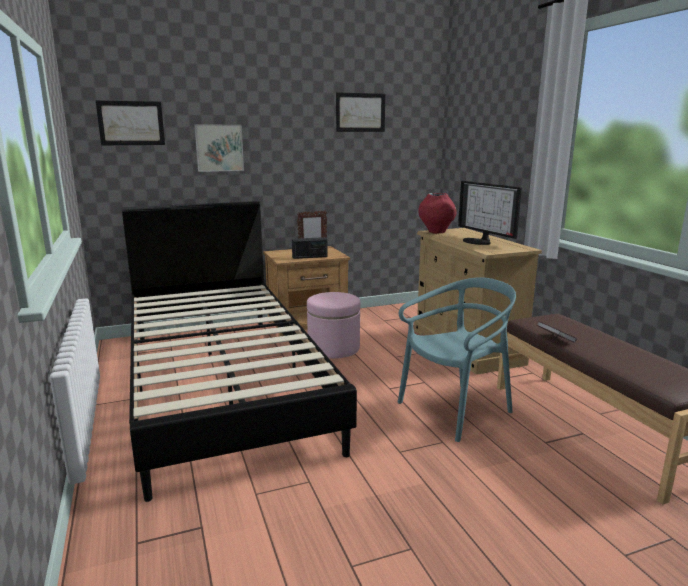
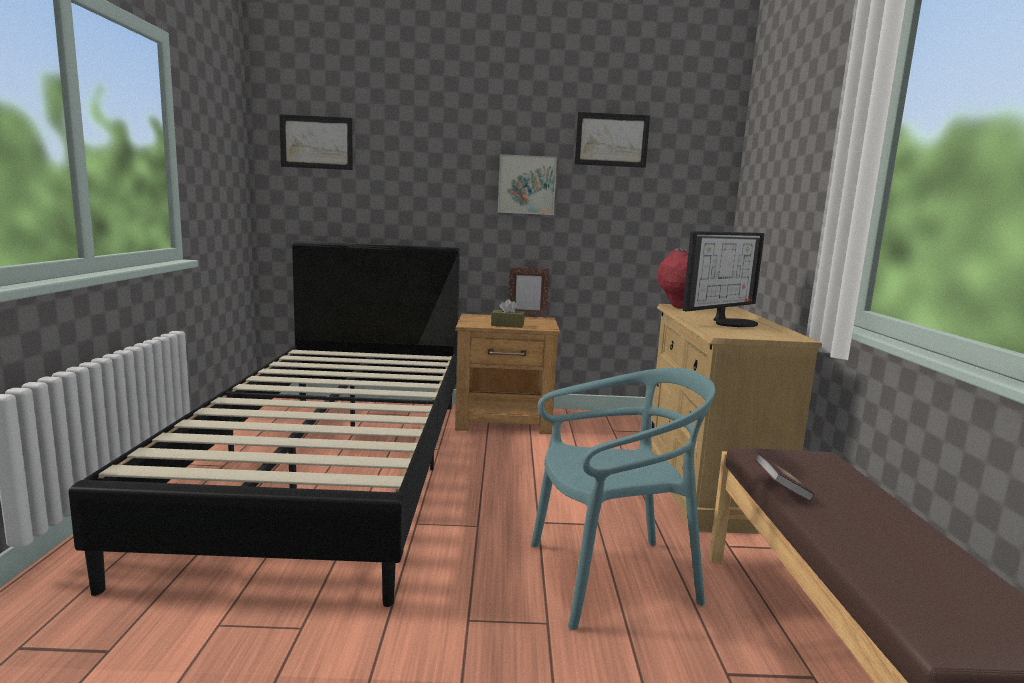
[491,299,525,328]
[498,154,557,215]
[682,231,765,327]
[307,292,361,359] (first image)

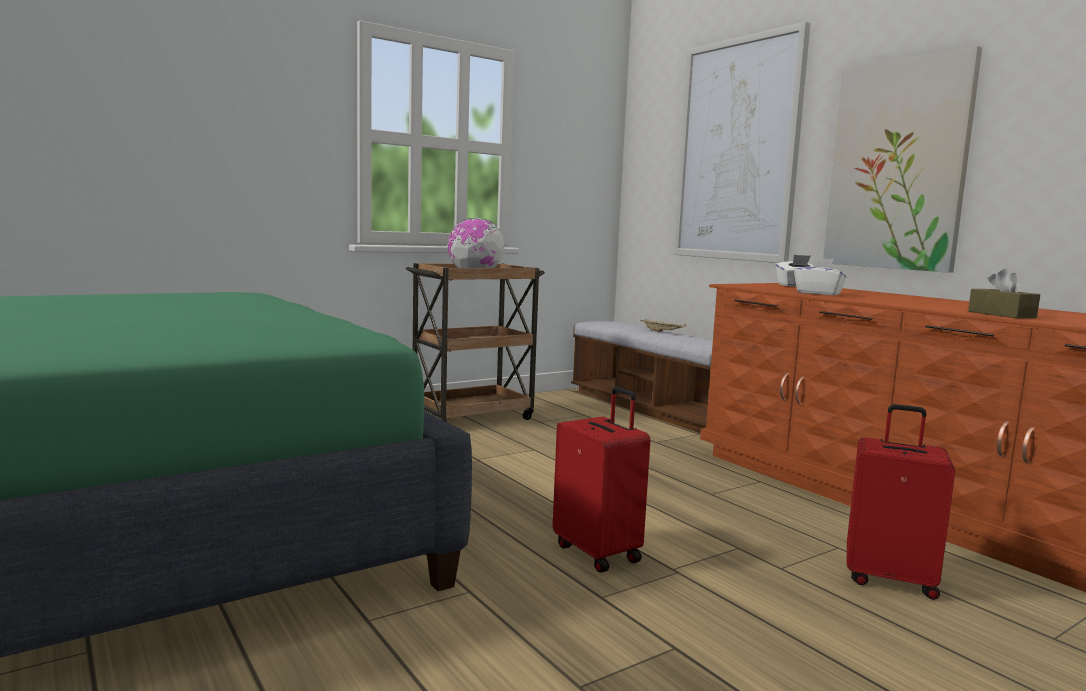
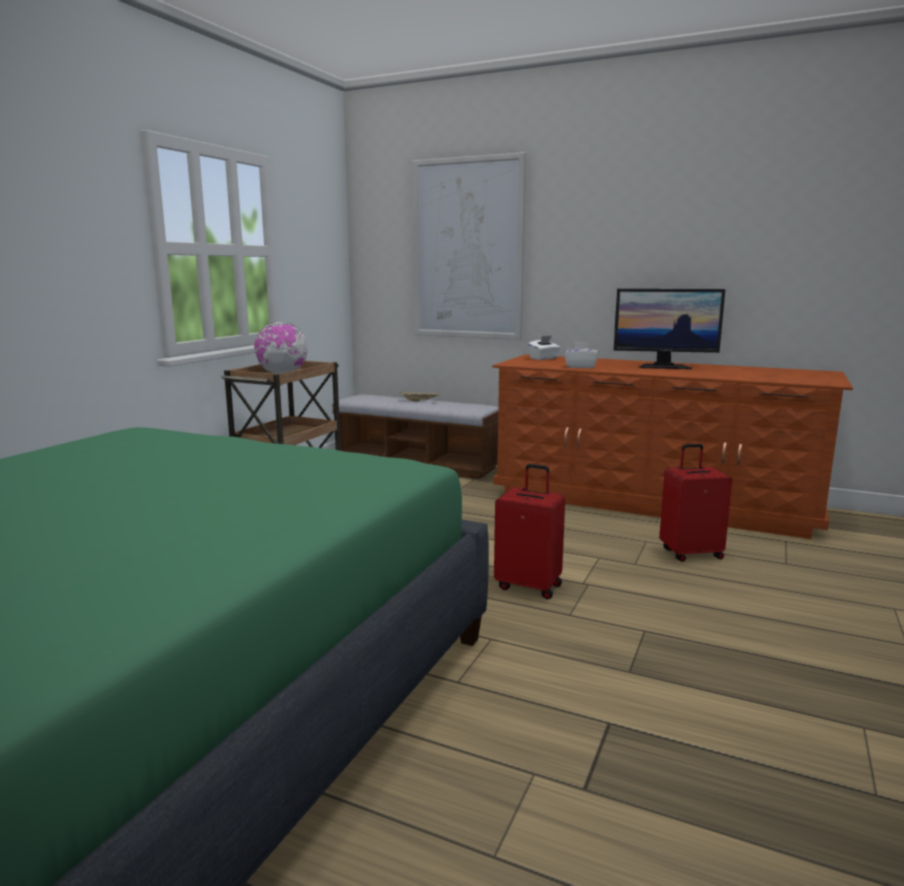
[614,289,725,369]
[823,46,982,273] (first image)
[968,268,1040,318] (first image)

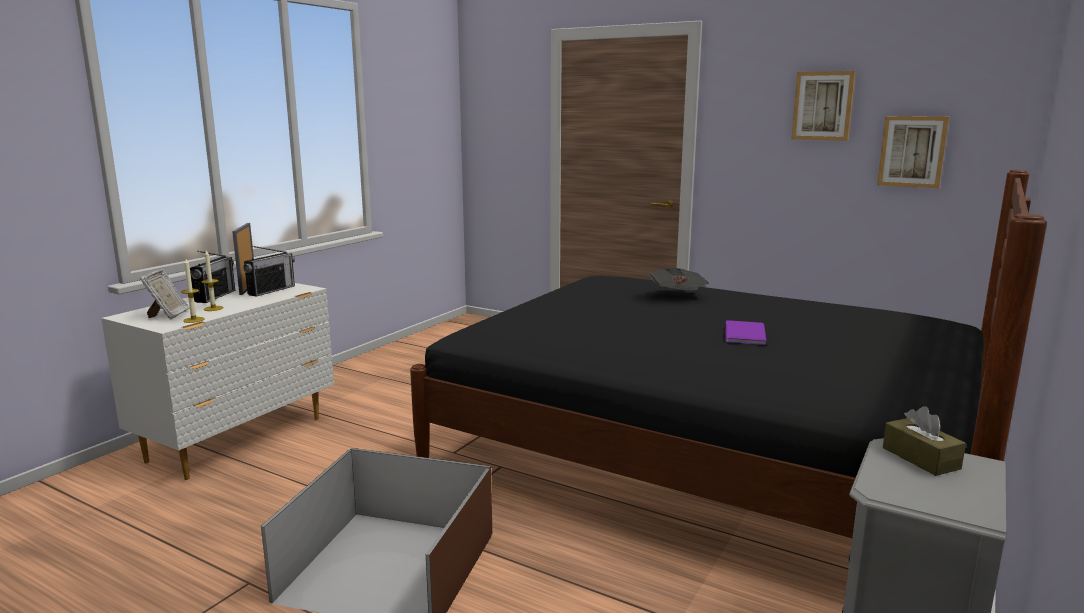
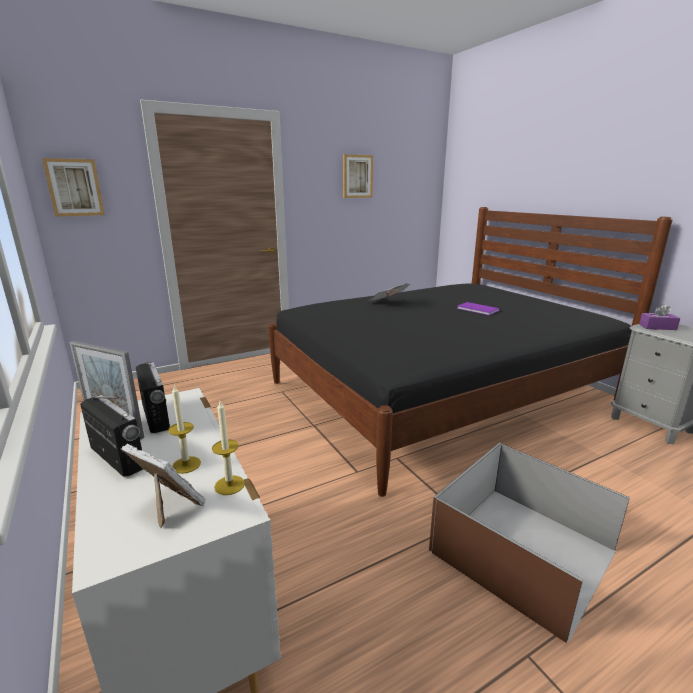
[42,158,105,217]
[639,304,680,330]

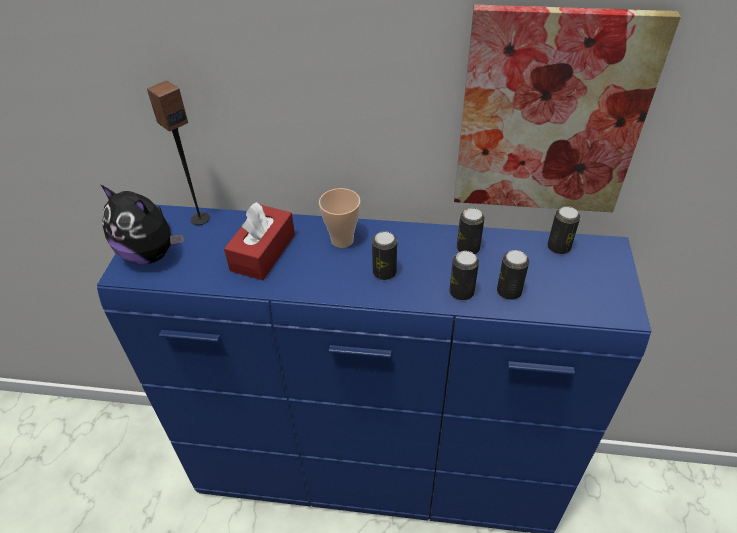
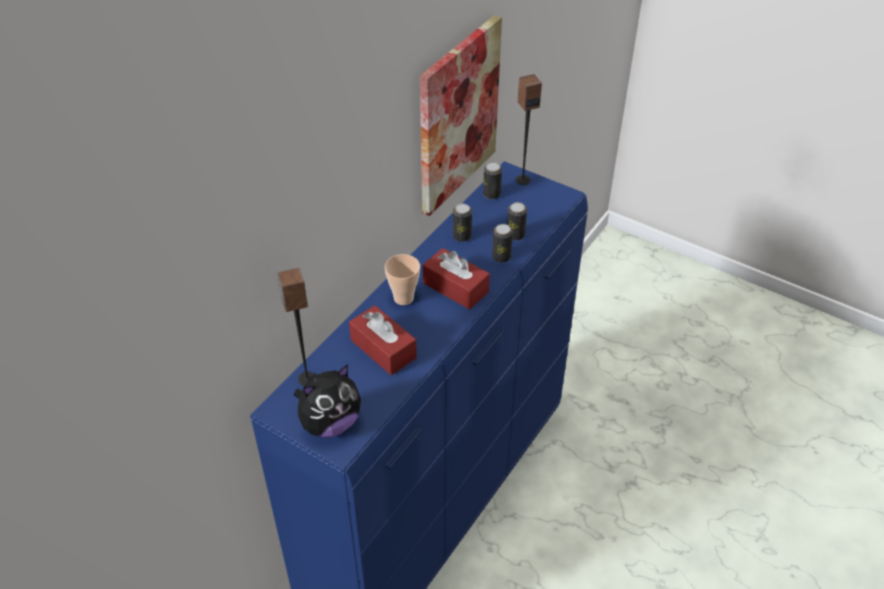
[423,248,490,310]
[515,74,542,185]

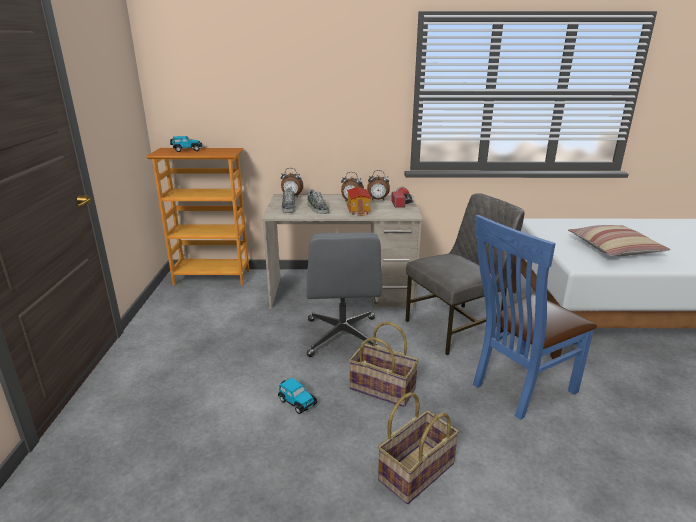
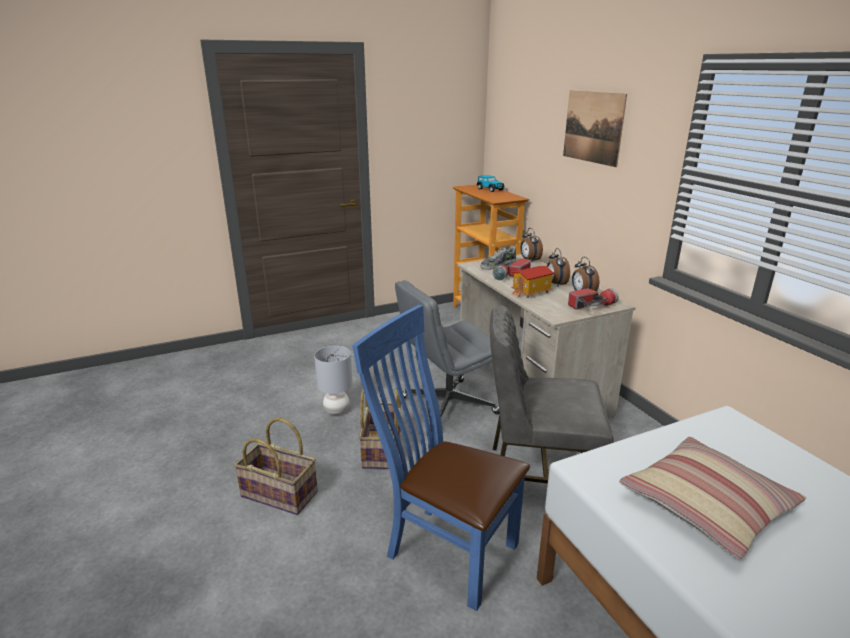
[314,346,353,415]
[490,305,614,483]
[492,258,531,281]
[563,90,627,167]

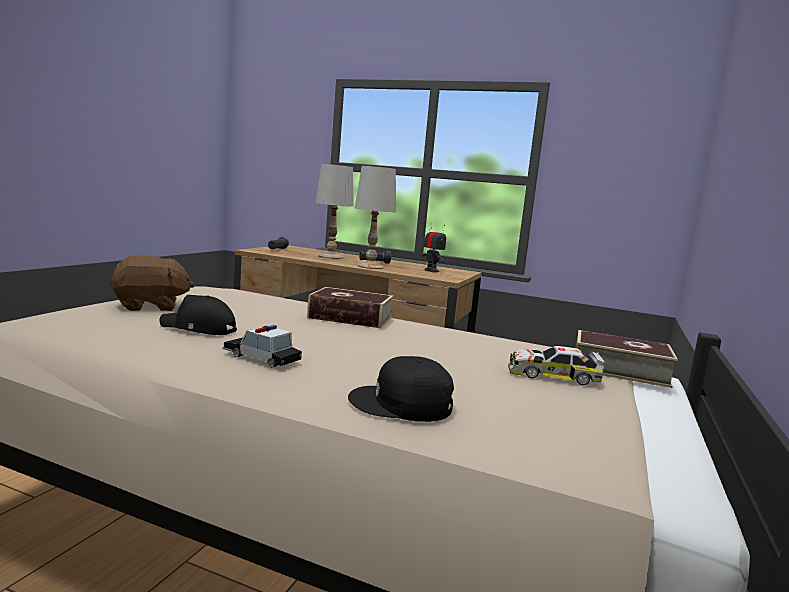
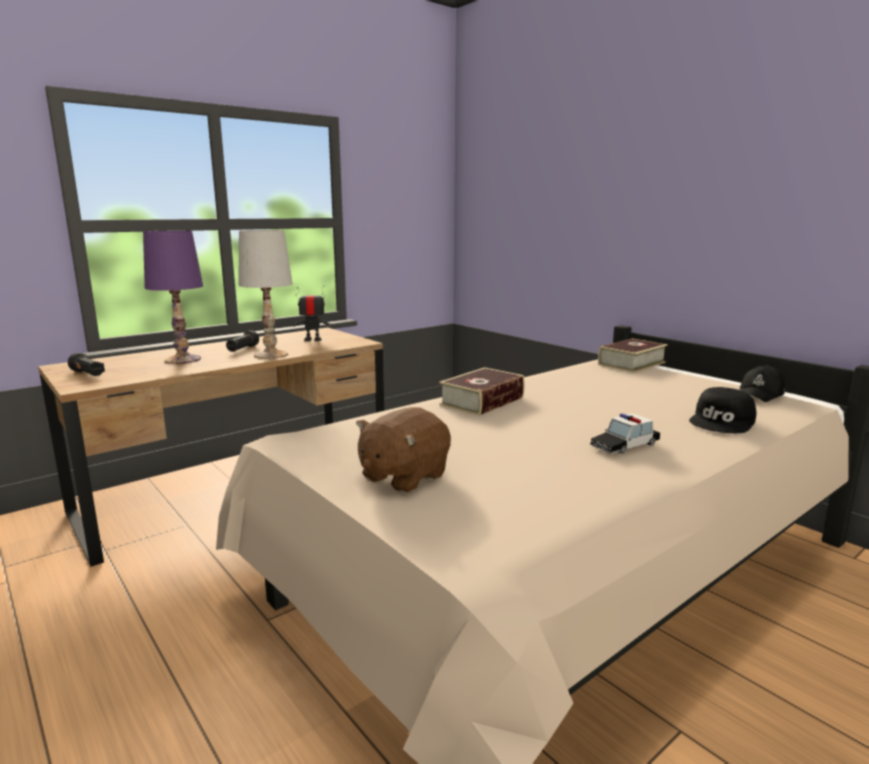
[143,231,203,364]
[356,407,451,493]
[740,365,785,402]
[508,346,606,385] (first image)

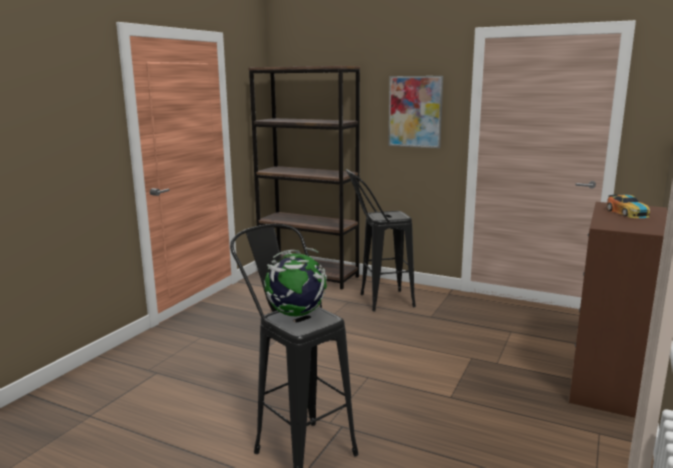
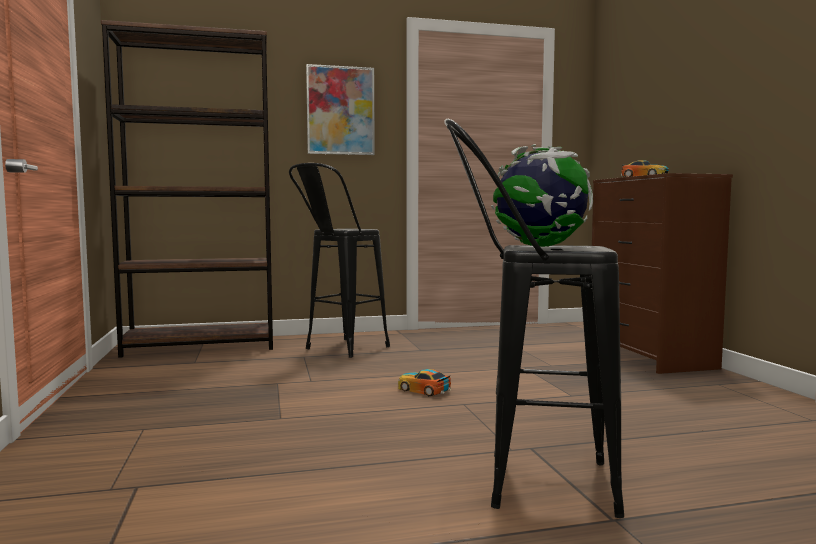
[398,369,451,396]

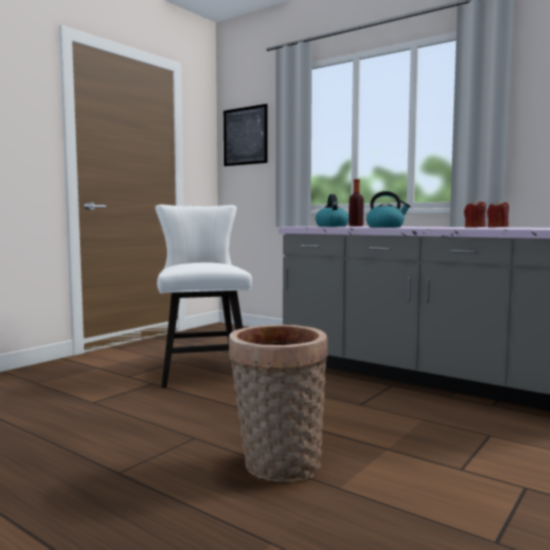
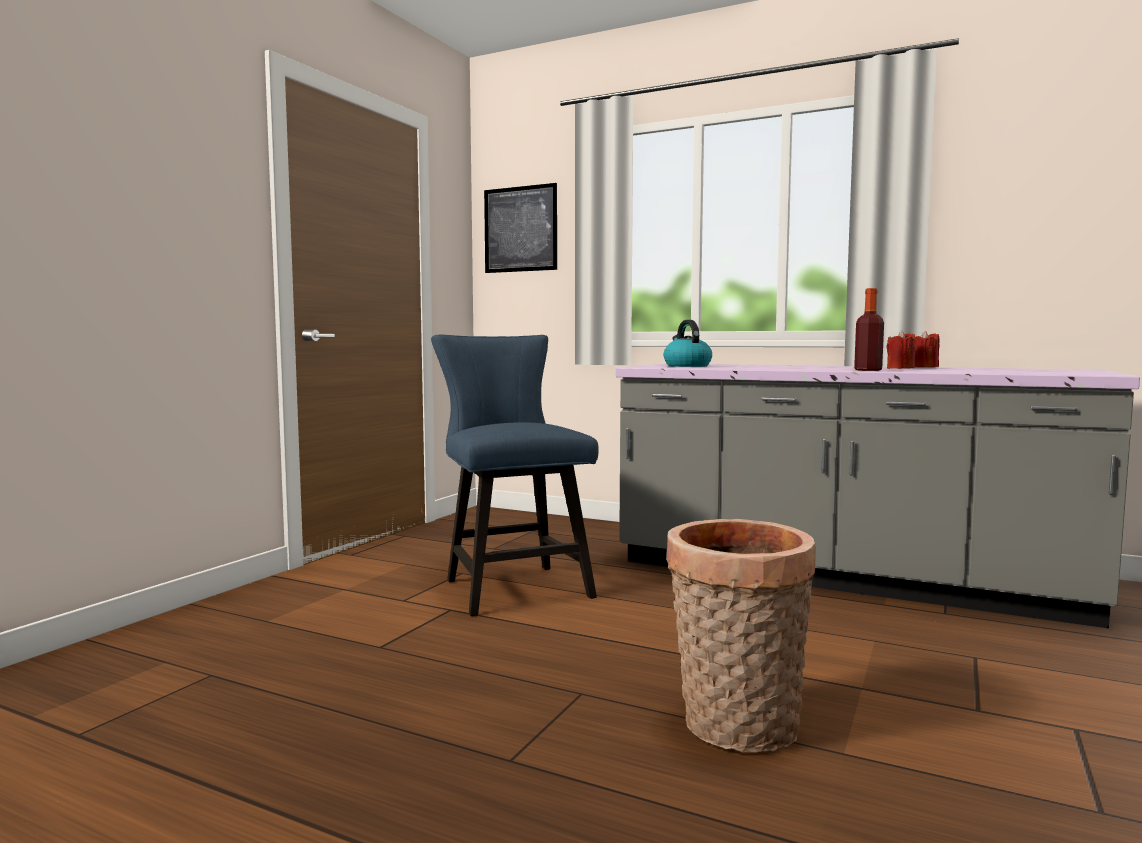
[431,334,598,616]
[854,288,884,371]
[366,191,410,227] (first image)

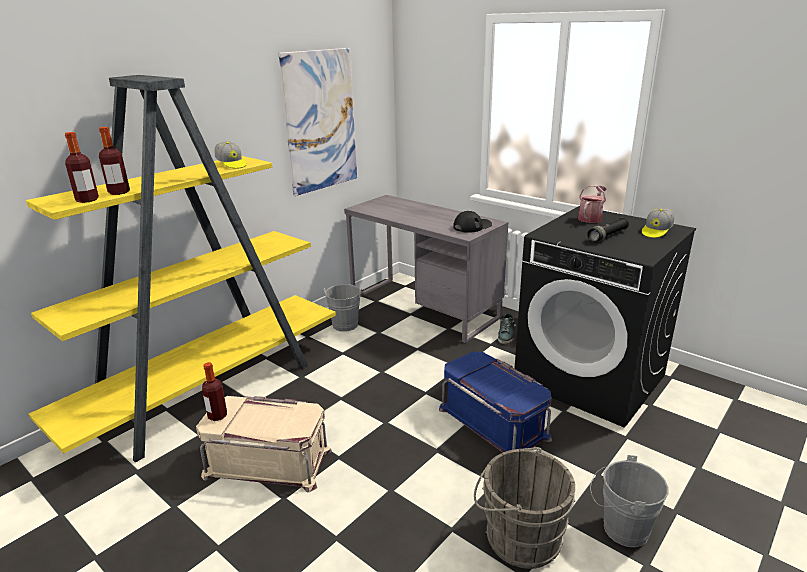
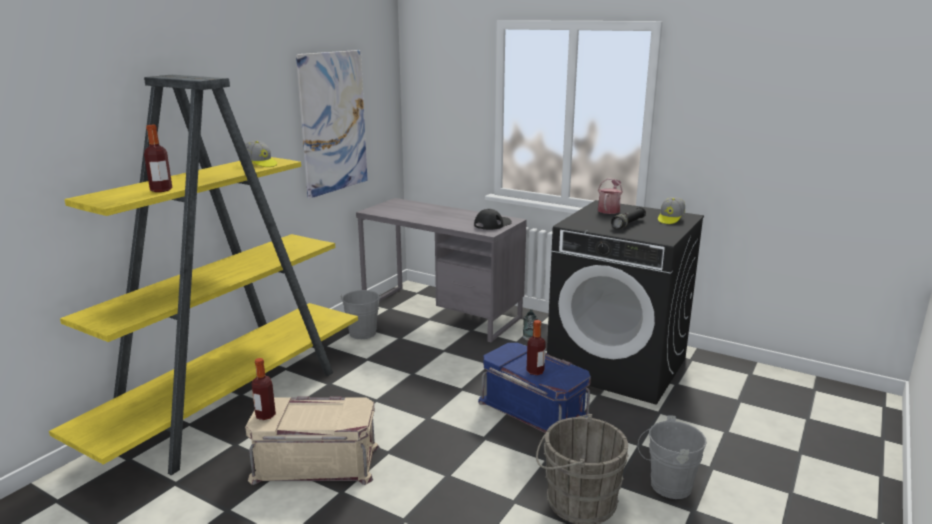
[526,320,546,375]

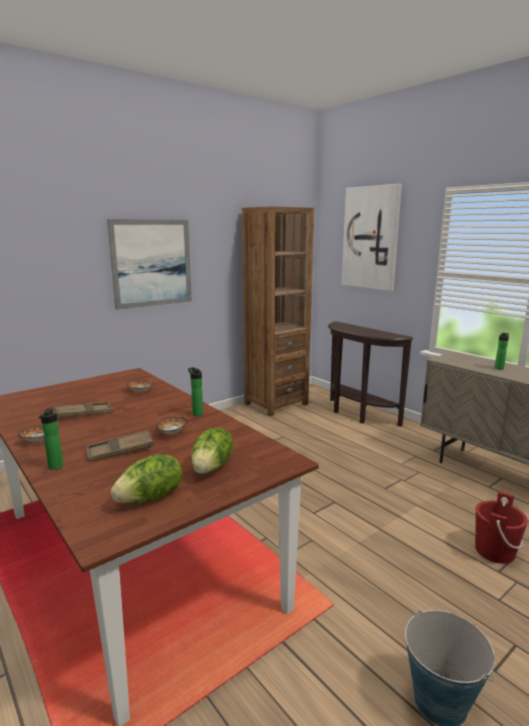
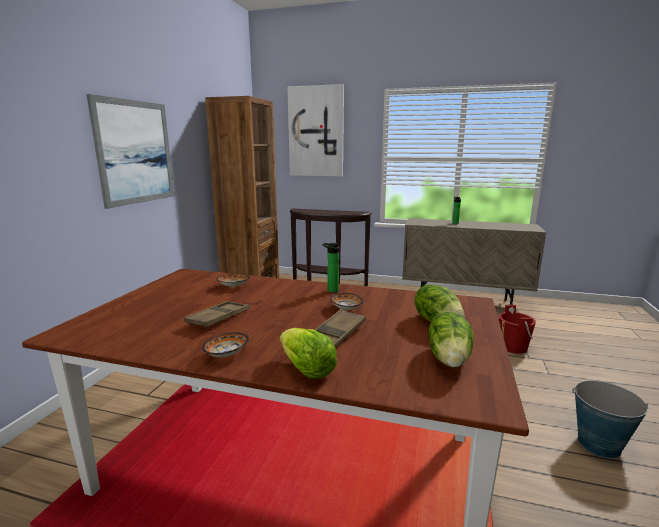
[280,328,337,379]

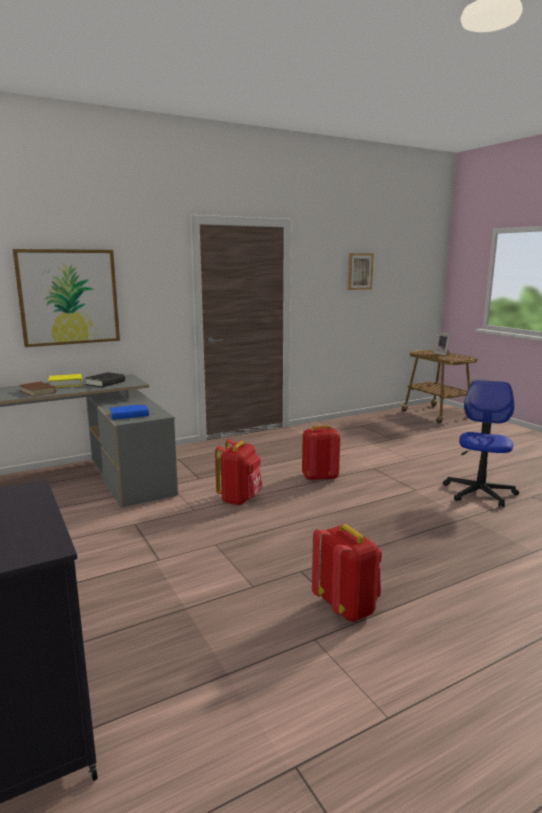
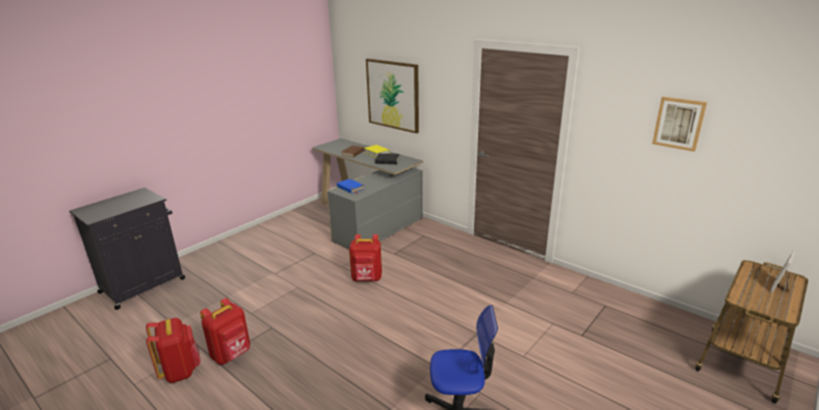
[146,318,201,383]

